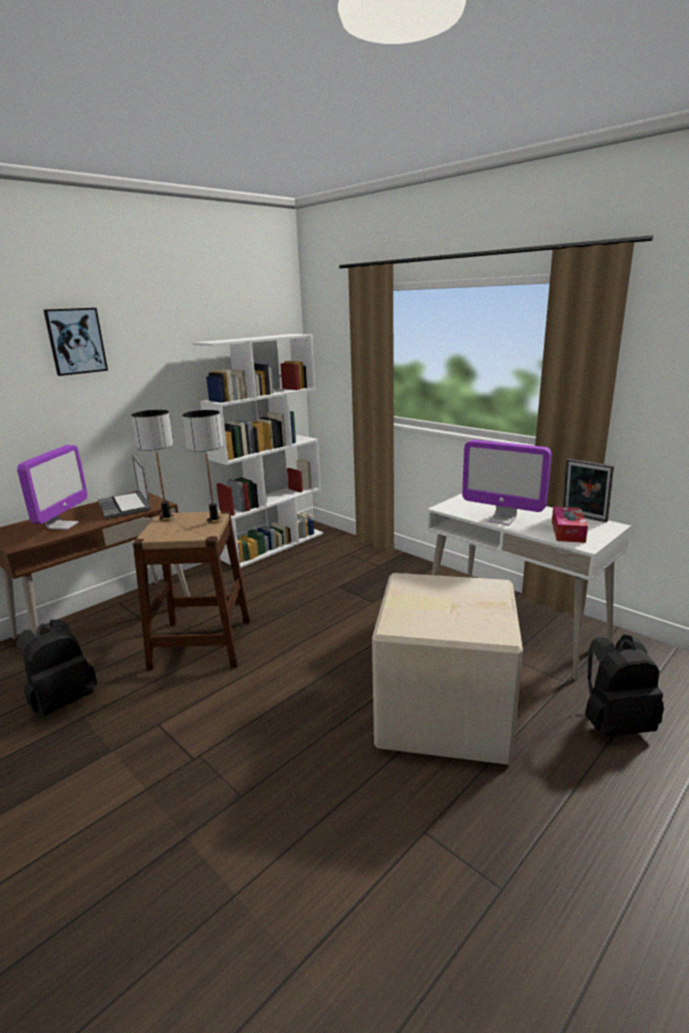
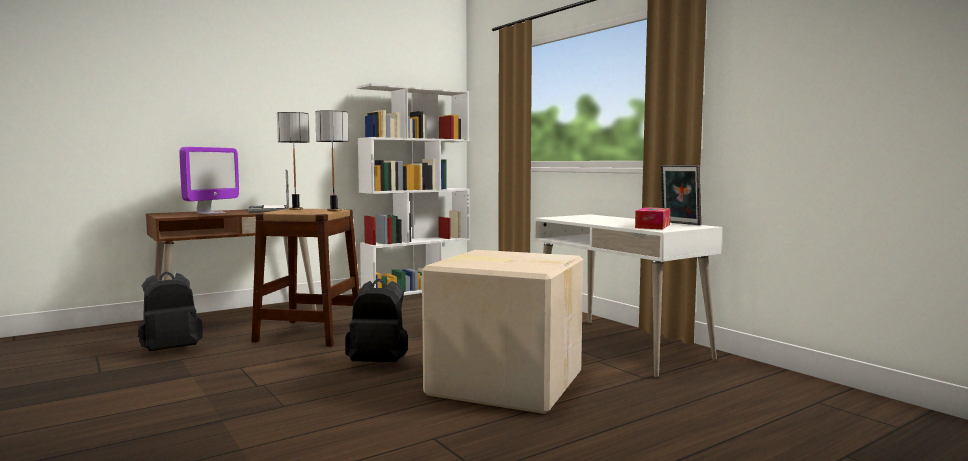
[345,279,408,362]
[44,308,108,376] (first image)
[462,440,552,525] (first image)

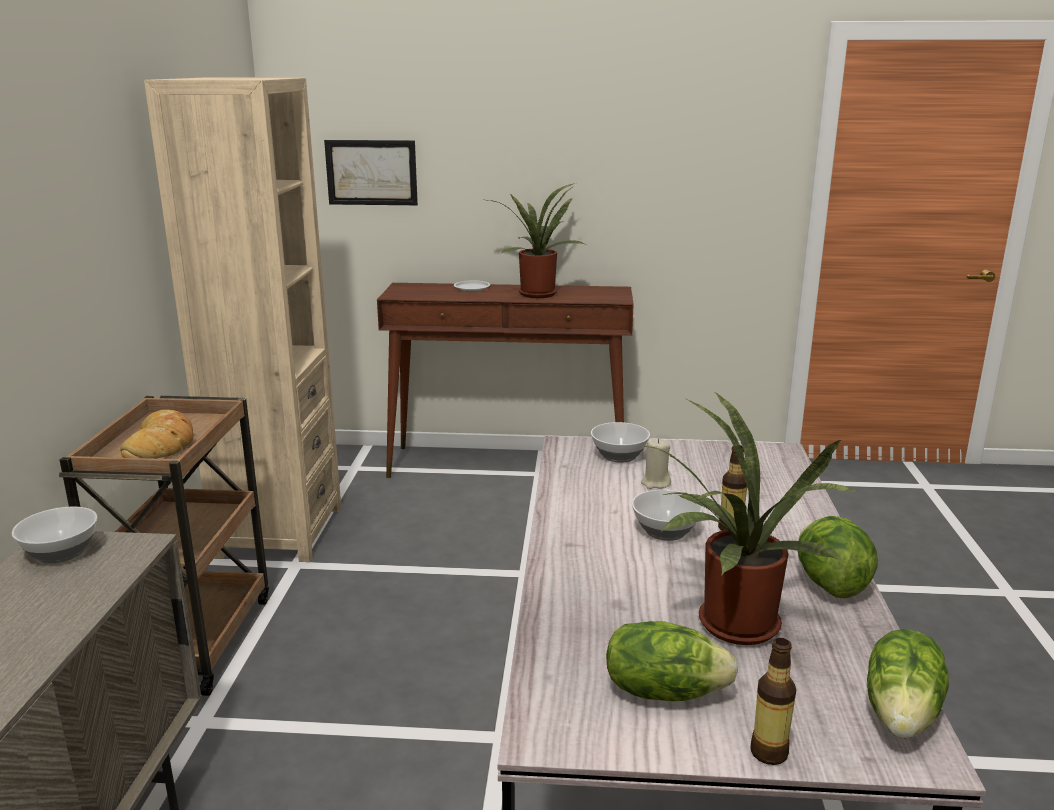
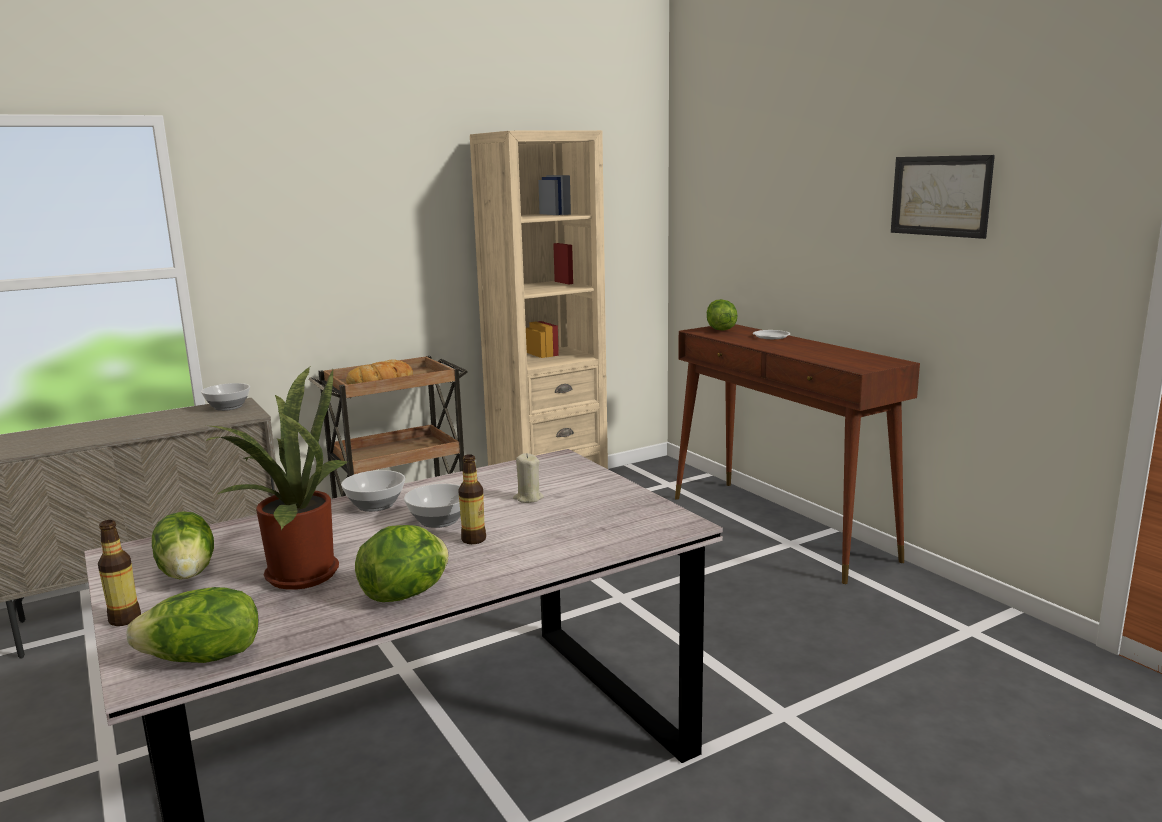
[341,470,405,512]
[707,299,738,331]
[891,155,995,239]
[488,183,586,298] (first image)

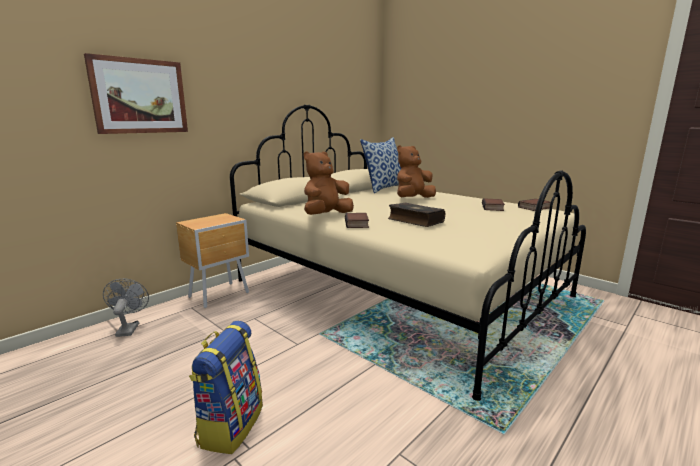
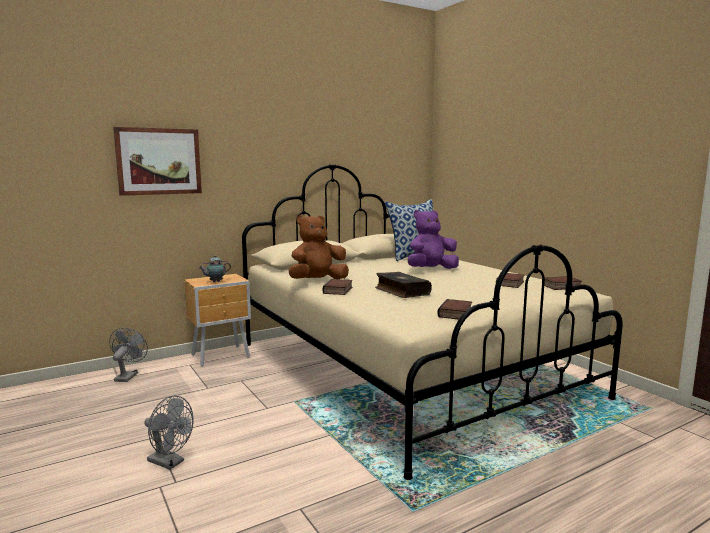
[144,396,193,470]
[199,255,231,282]
[408,210,459,269]
[437,299,472,320]

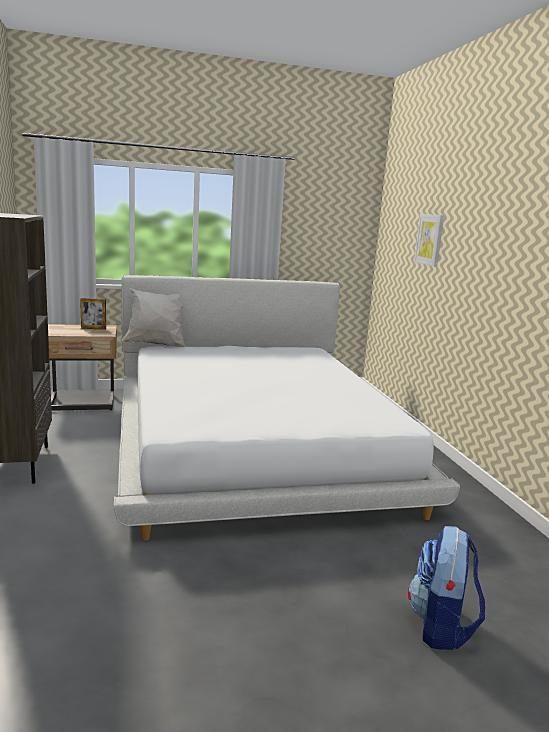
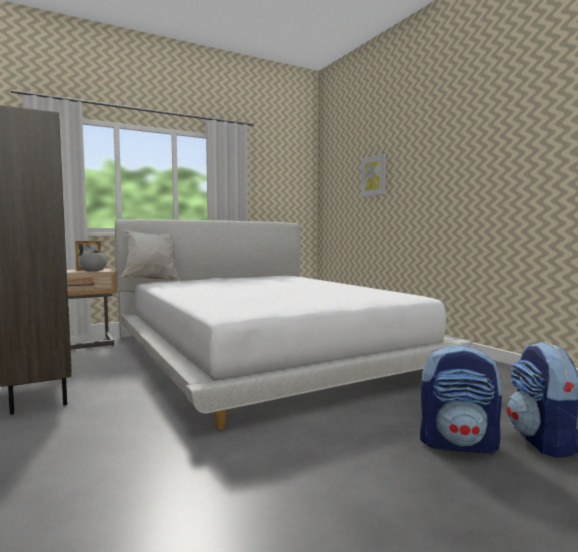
[80,253,107,272]
[420,344,502,454]

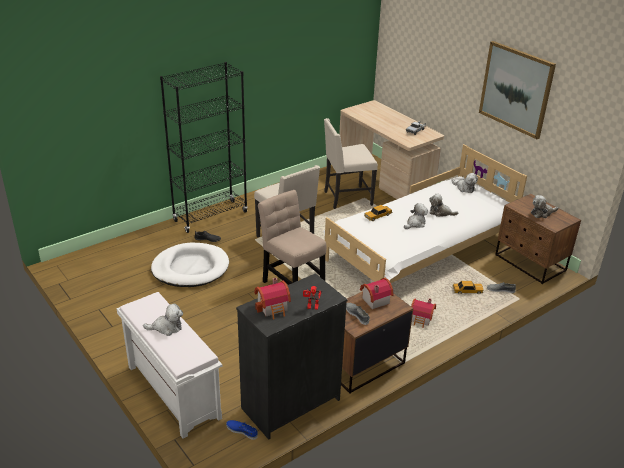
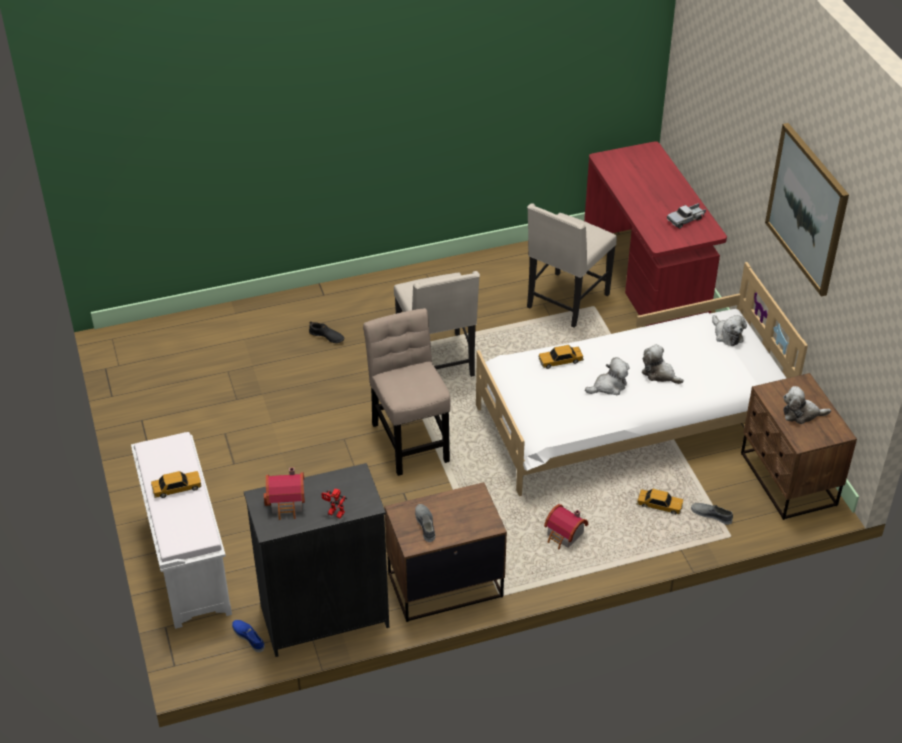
[151,471,202,498]
[527,203,617,328]
[584,141,727,326]
[151,243,229,287] (first image)
[160,62,248,233] (first image)
[360,278,394,309] (first image)

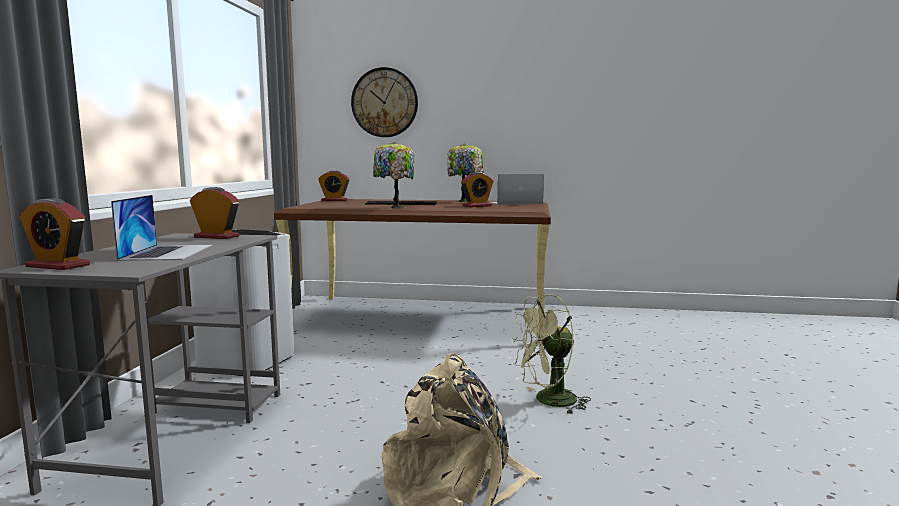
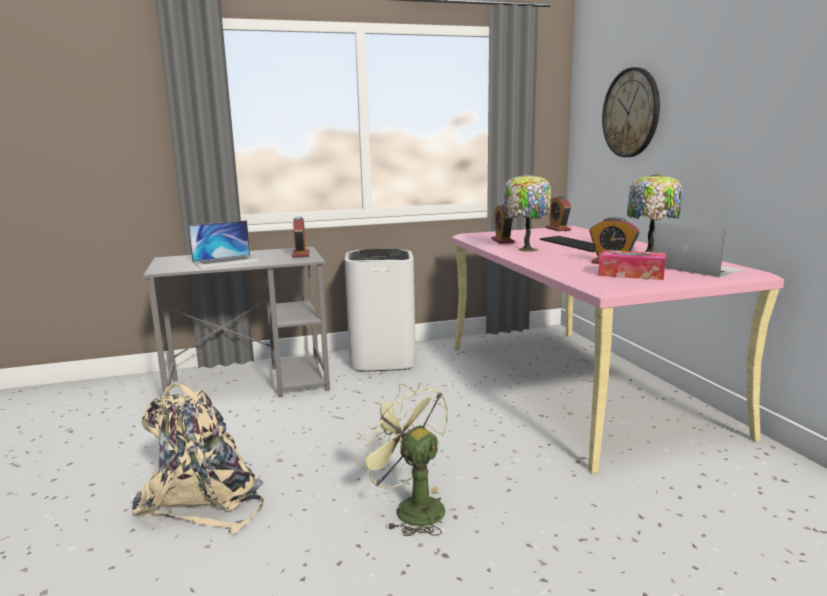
[452,226,784,474]
[492,204,515,244]
[598,250,666,280]

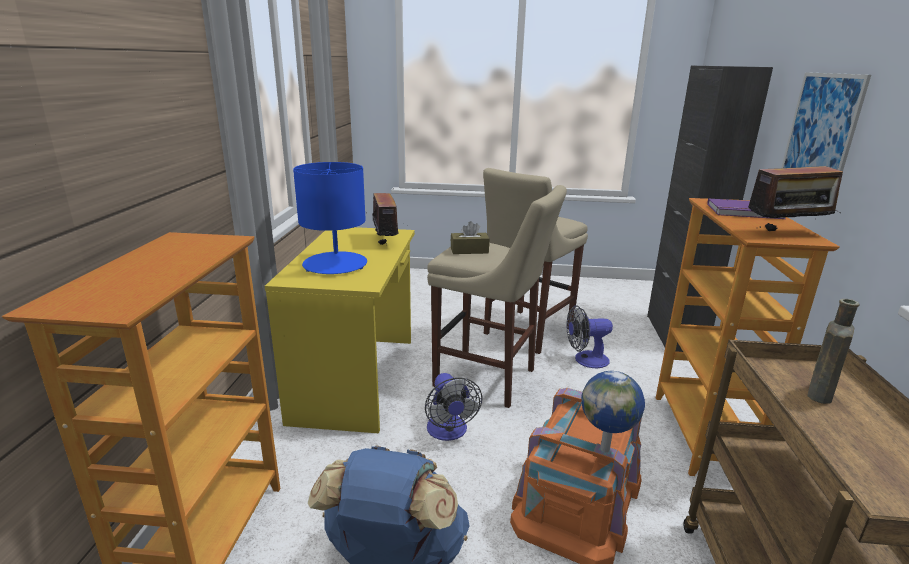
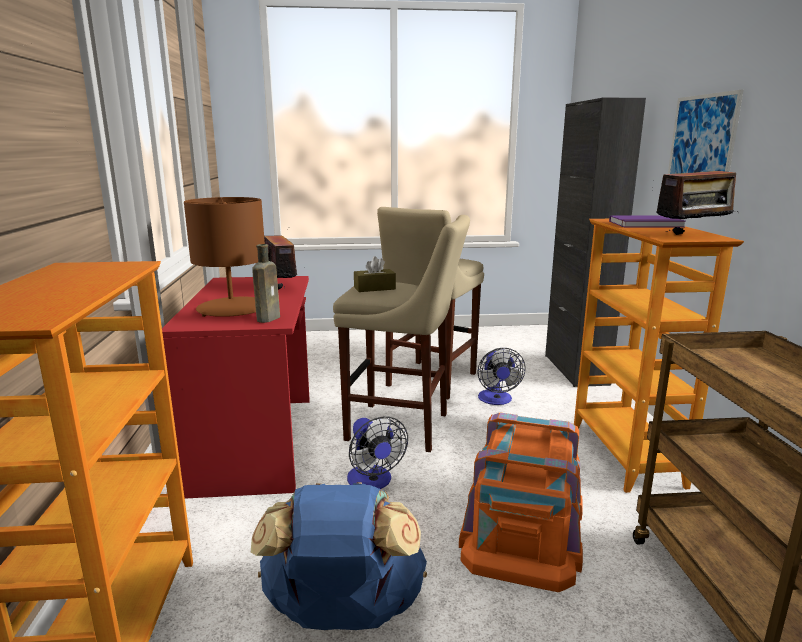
[162,276,310,499]
[184,197,265,317]
[252,244,280,323]
[477,348,526,405]
[581,371,645,452] (first image)

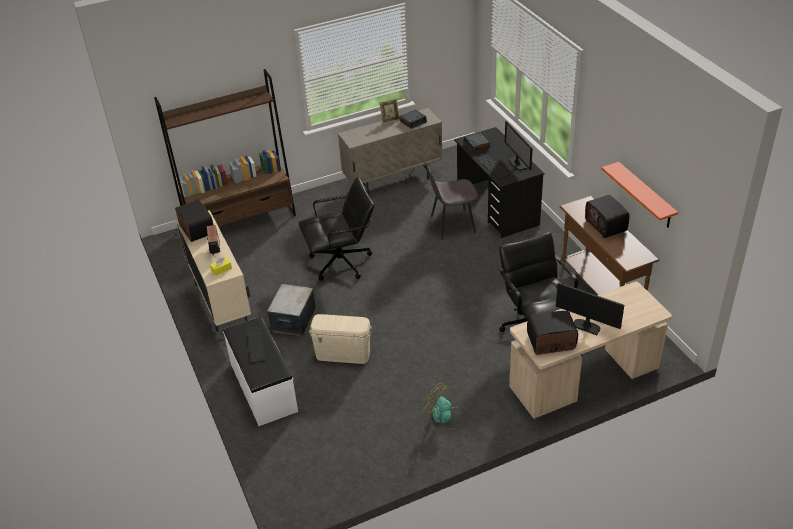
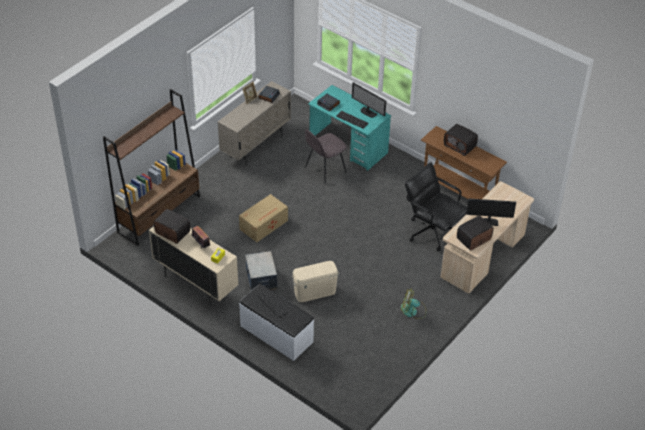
[239,194,288,242]
[308,85,391,171]
[601,162,678,228] (first image)

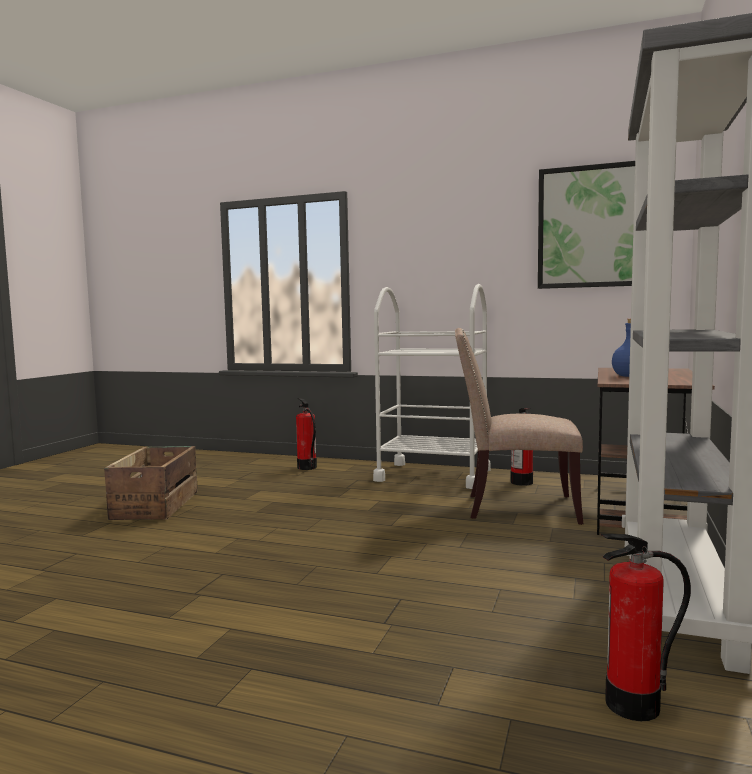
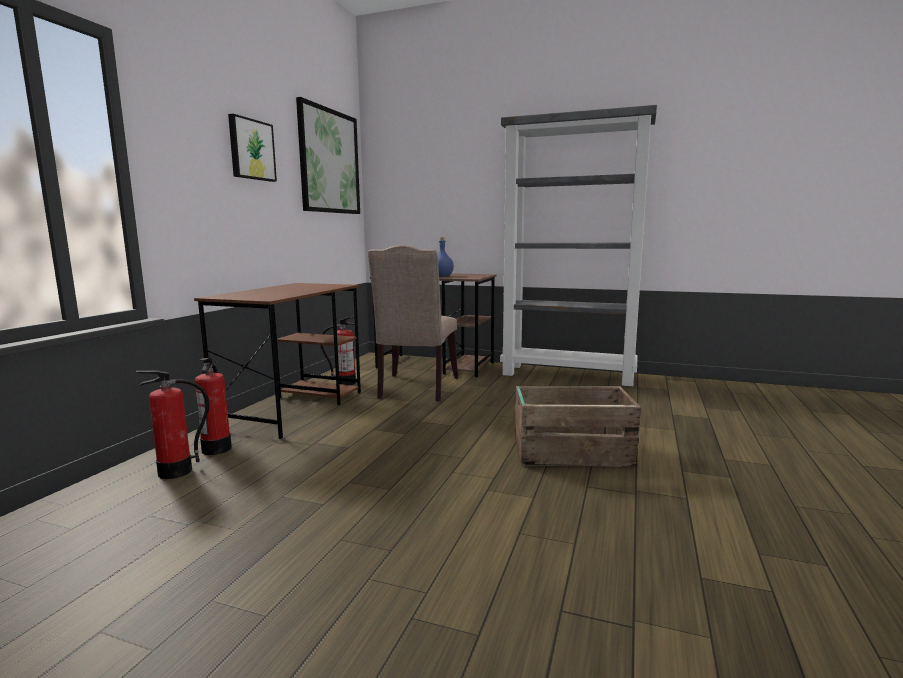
[194,283,361,439]
[195,358,232,455]
[228,114,277,182]
[515,386,641,467]

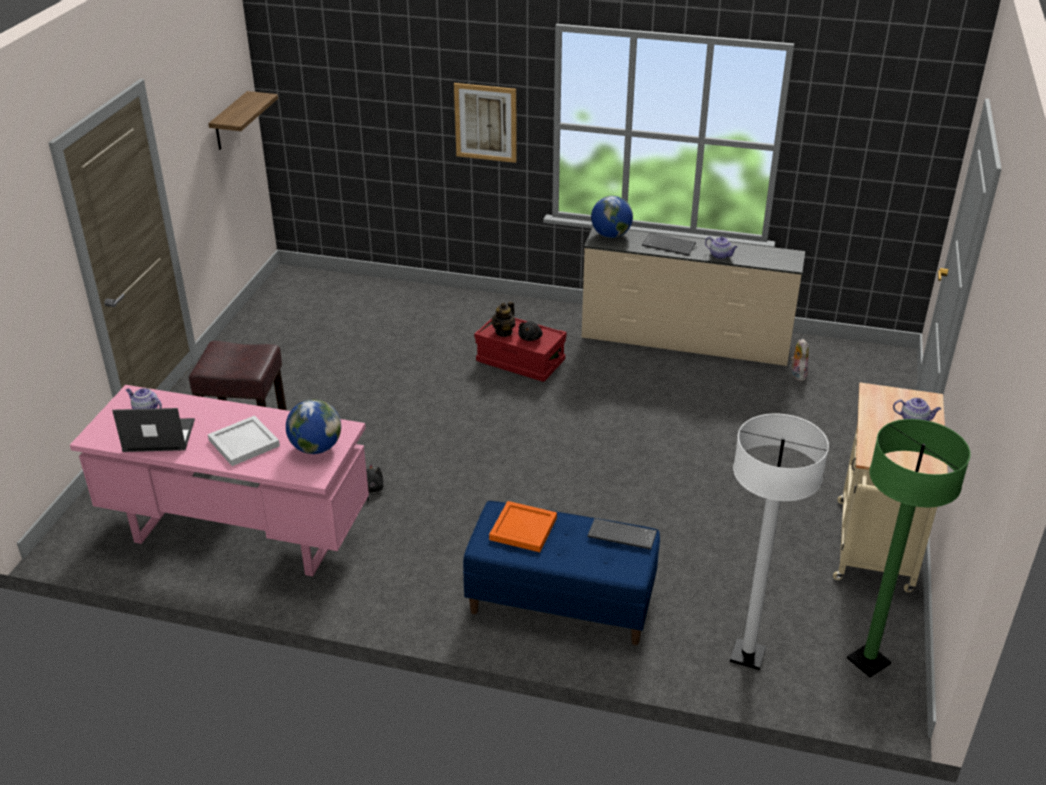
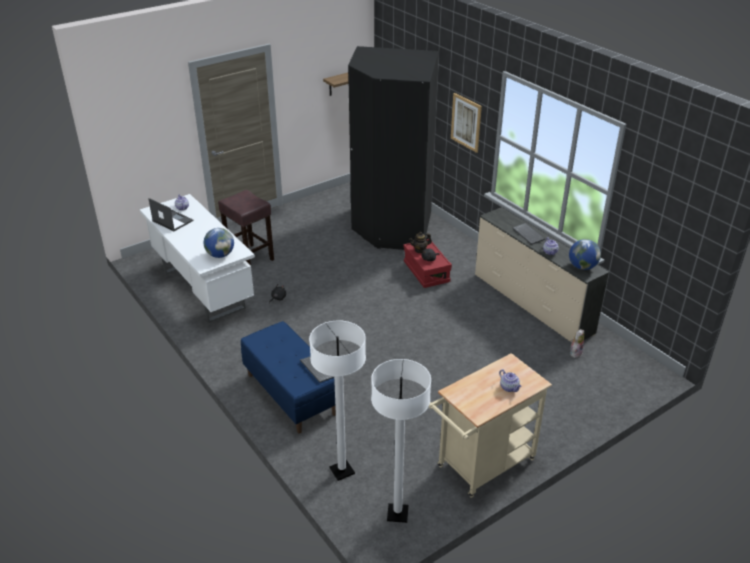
[140,194,255,323]
[348,46,439,250]
[371,359,431,523]
[569,239,601,270]
[208,415,280,466] (first image)
[489,501,557,552] (first image)

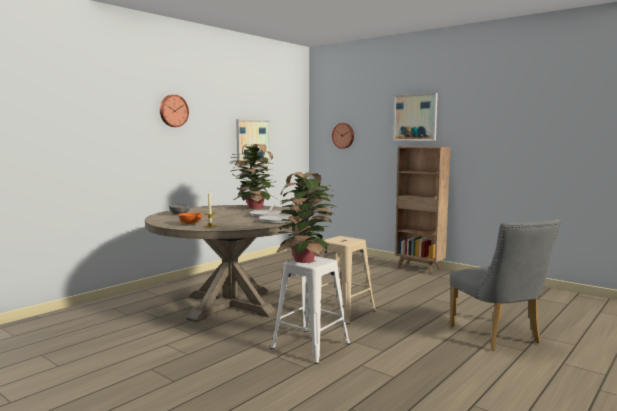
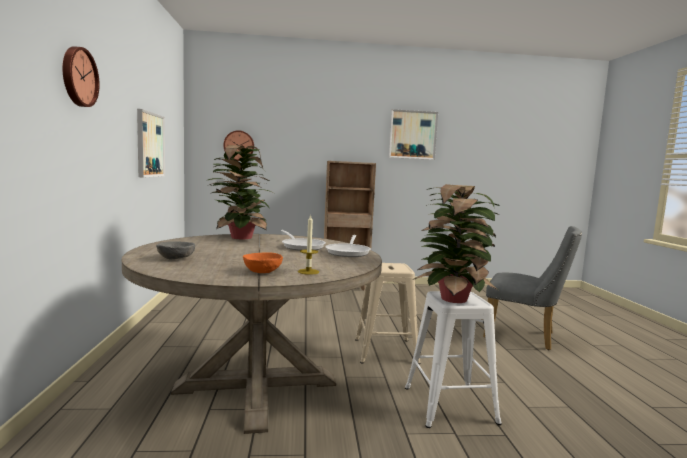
[388,109,438,160]

